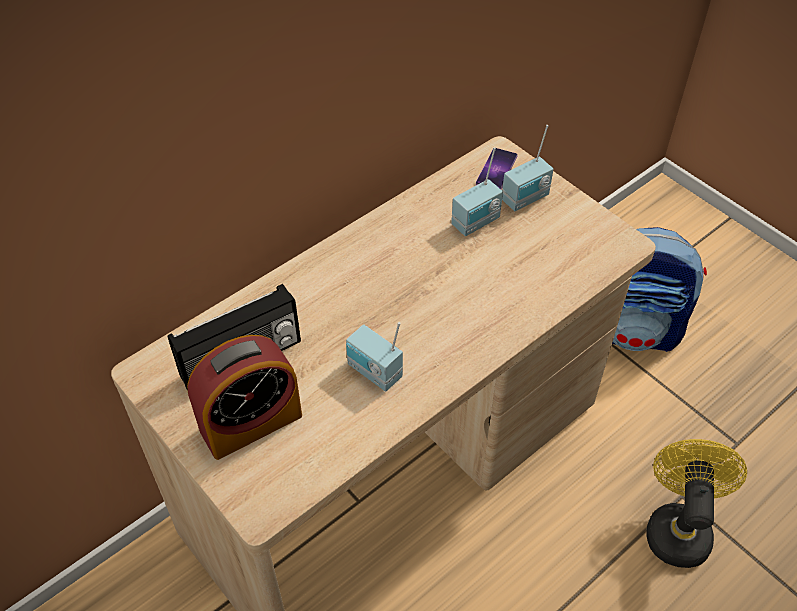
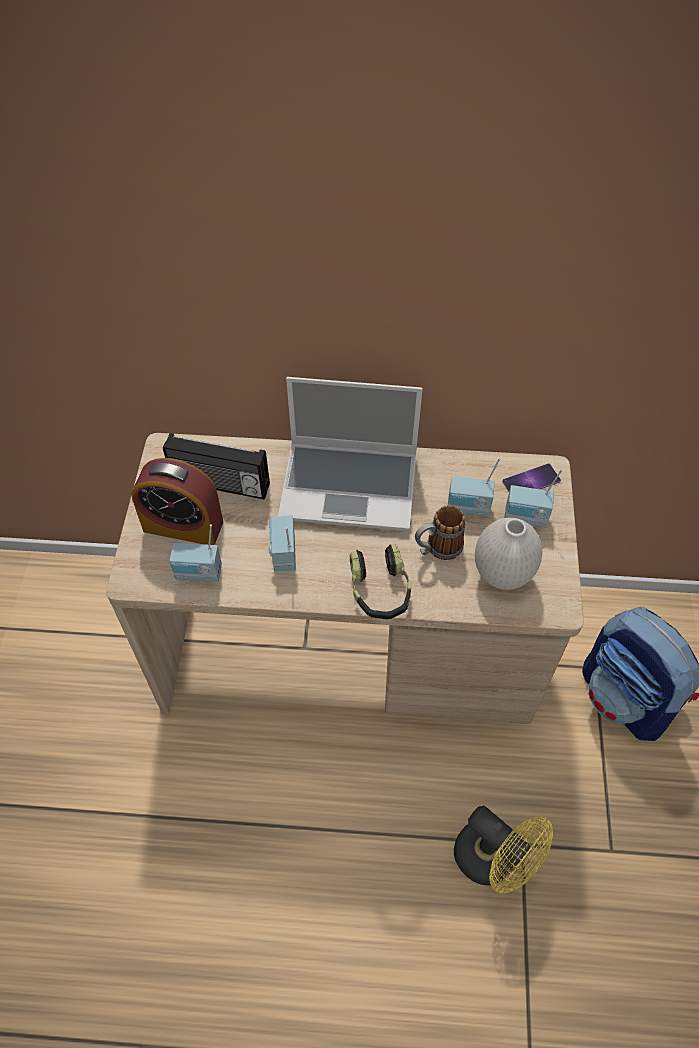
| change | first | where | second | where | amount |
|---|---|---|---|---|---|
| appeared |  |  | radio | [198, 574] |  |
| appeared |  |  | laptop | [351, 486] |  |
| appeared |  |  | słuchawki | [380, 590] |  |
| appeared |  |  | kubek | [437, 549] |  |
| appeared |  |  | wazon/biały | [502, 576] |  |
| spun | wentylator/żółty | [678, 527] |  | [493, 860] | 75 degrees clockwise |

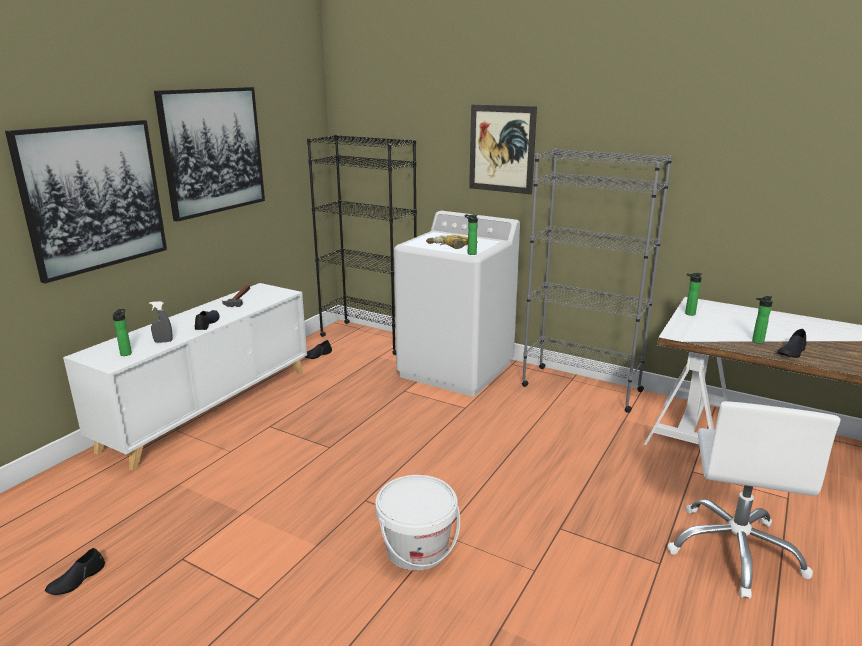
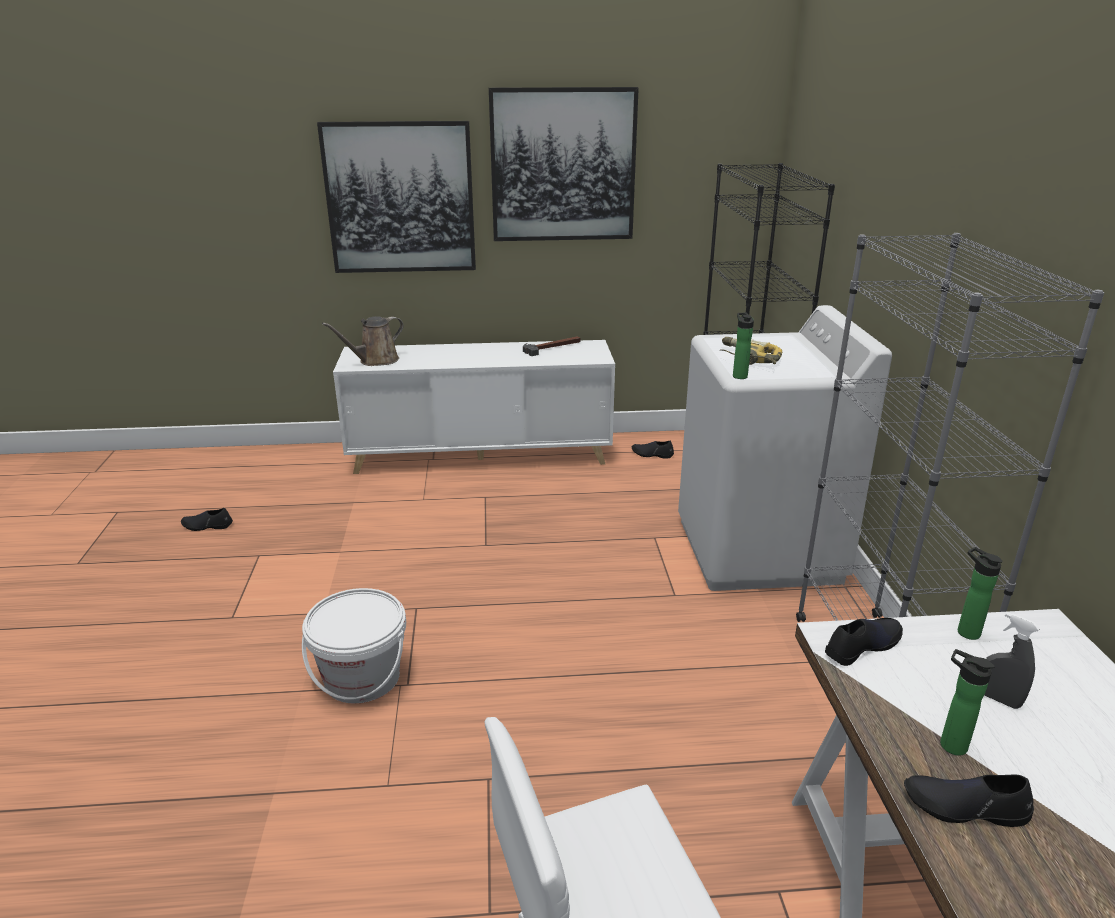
| change | first | where | second | where | amount |
|---|---|---|---|---|---|
| missing | obraz | [501, 149] |  |  |  |
| relocated | spryskiwacz/szary | [163, 341] |  | [999, 699] |  |
| relocated | but/czarny | [207, 323] |  | [862, 646] |  |
| exchanged | butelka | [126, 353] | konewka/brązowy | [375, 361] |  |

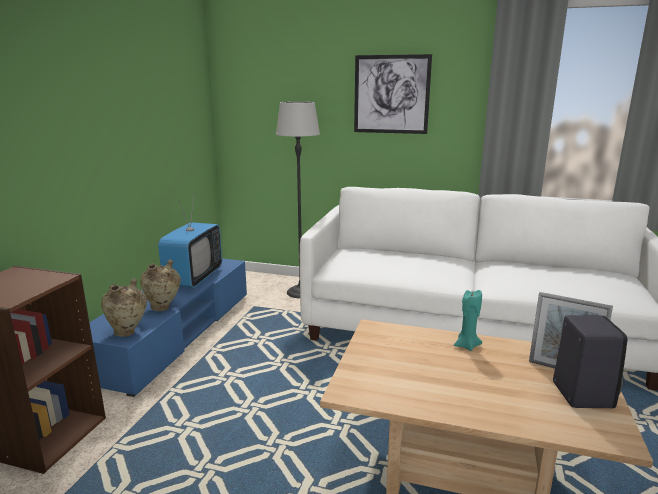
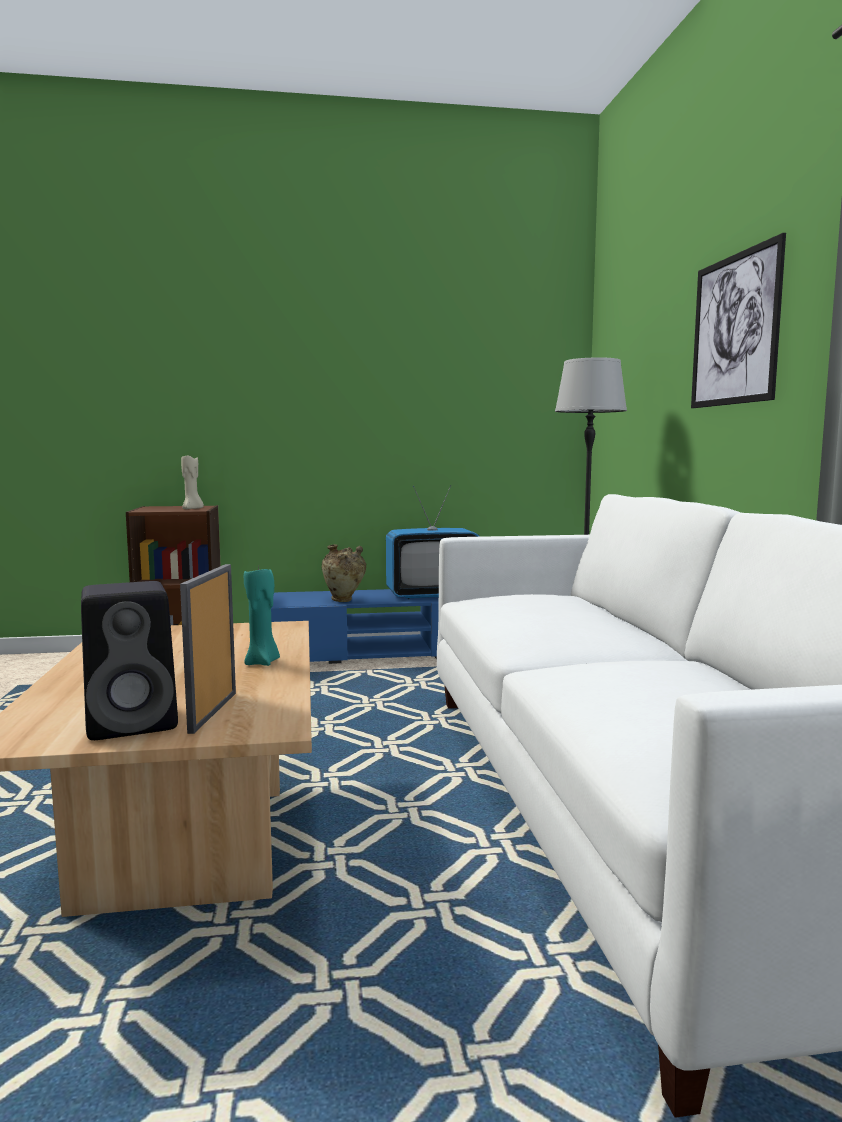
| change | first | where | second | where | amount |
|---|---|---|---|---|---|
| missing | wazon/beżowy | [128, 332] |  |  |  |
| appeared |  |  | świeca/beżowy | [192, 509] |  |

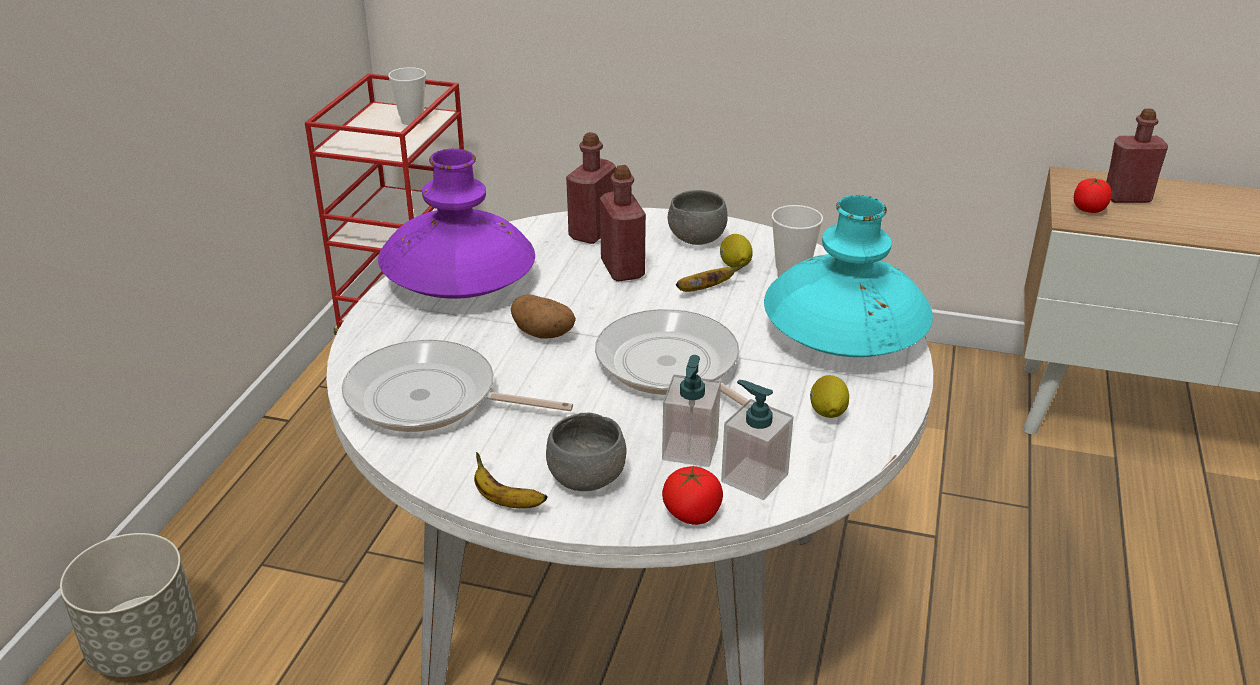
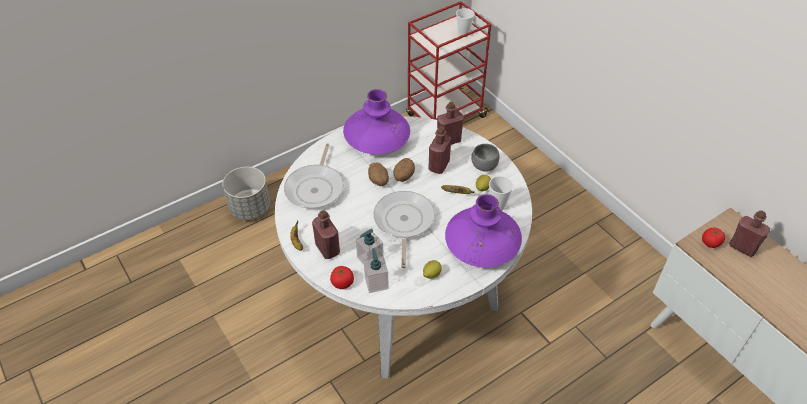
| change | first | where | second | where | amount |
|---|---|---|---|---|---|
| appeared |  |  | ziemniak | [403, 176] |  |
| exchanged | miska/szary | [587, 478] | butelka/czerwony | [327, 249] |  |
| colour | wazon/turkusowy | [844, 334] | wazon/fioletowy | [482, 245] |  |
| spun | patelnia | [430, 399] |  | [316, 188] | 135 degrees counterclockwise |

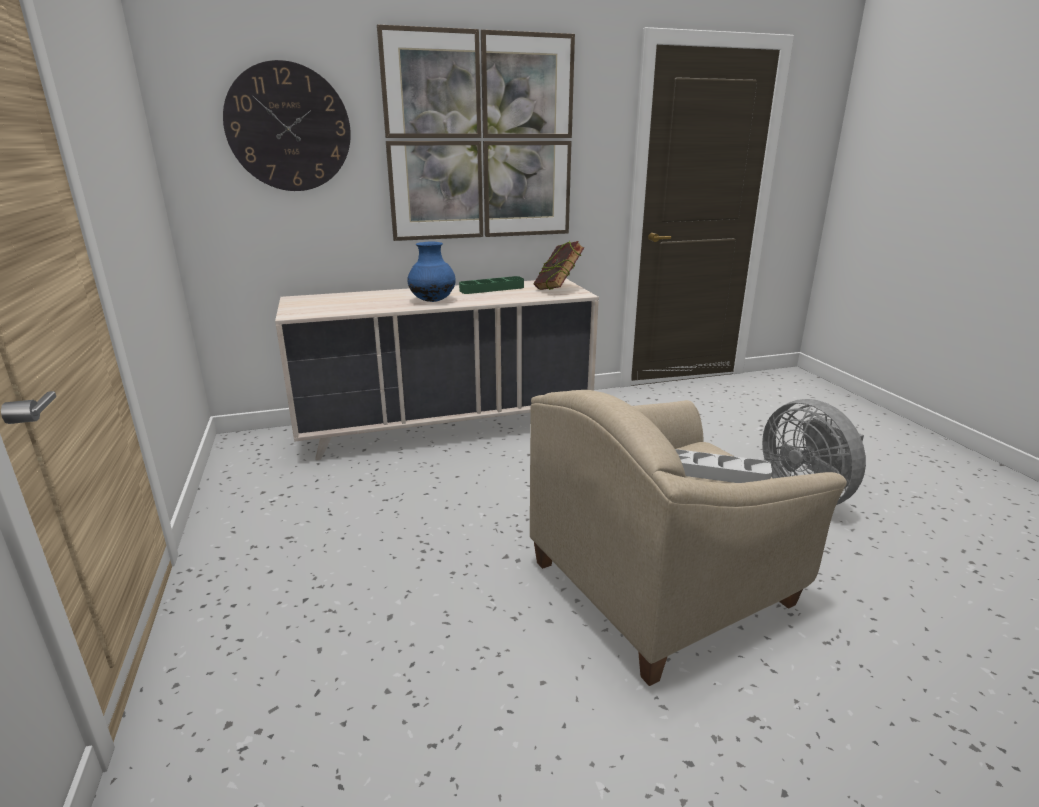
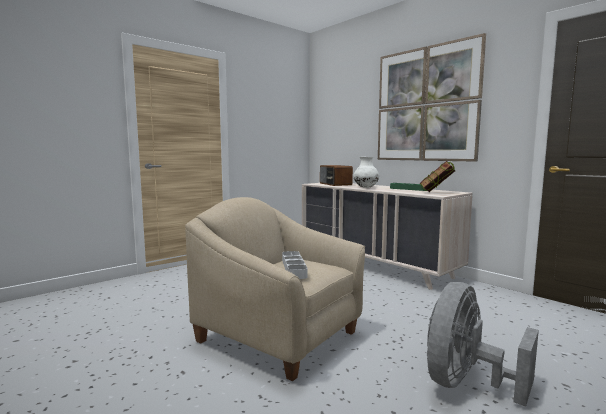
| change | first | where | second | where | amount |
|---|---|---|---|---|---|
| missing | zegar ścienny | [288, 128] |  |  |  |
| appeared |  |  | radio | [335, 184] |  |
| colour | wazon/niebieski | [432, 301] | wazon/biały | [366, 187] |  |

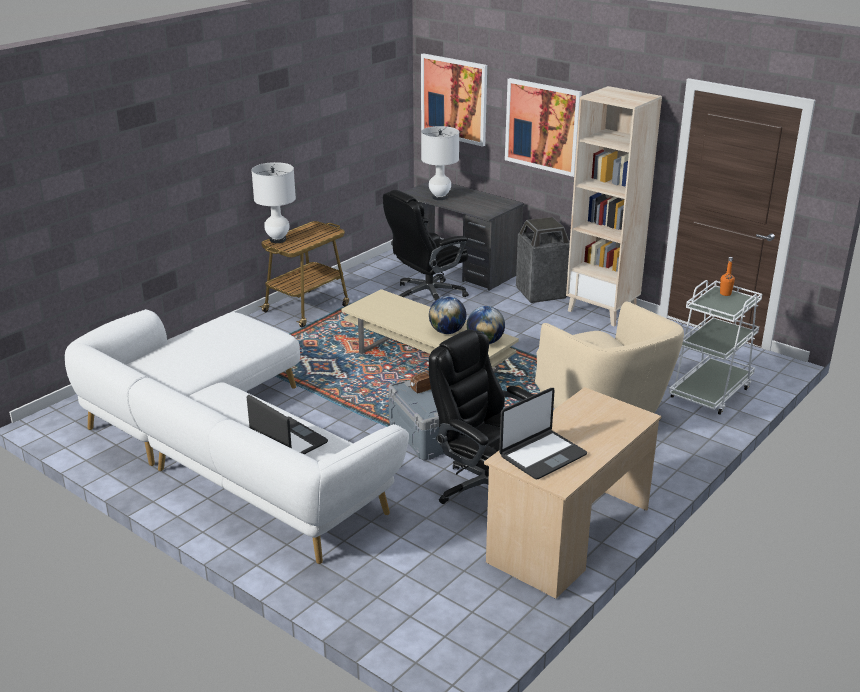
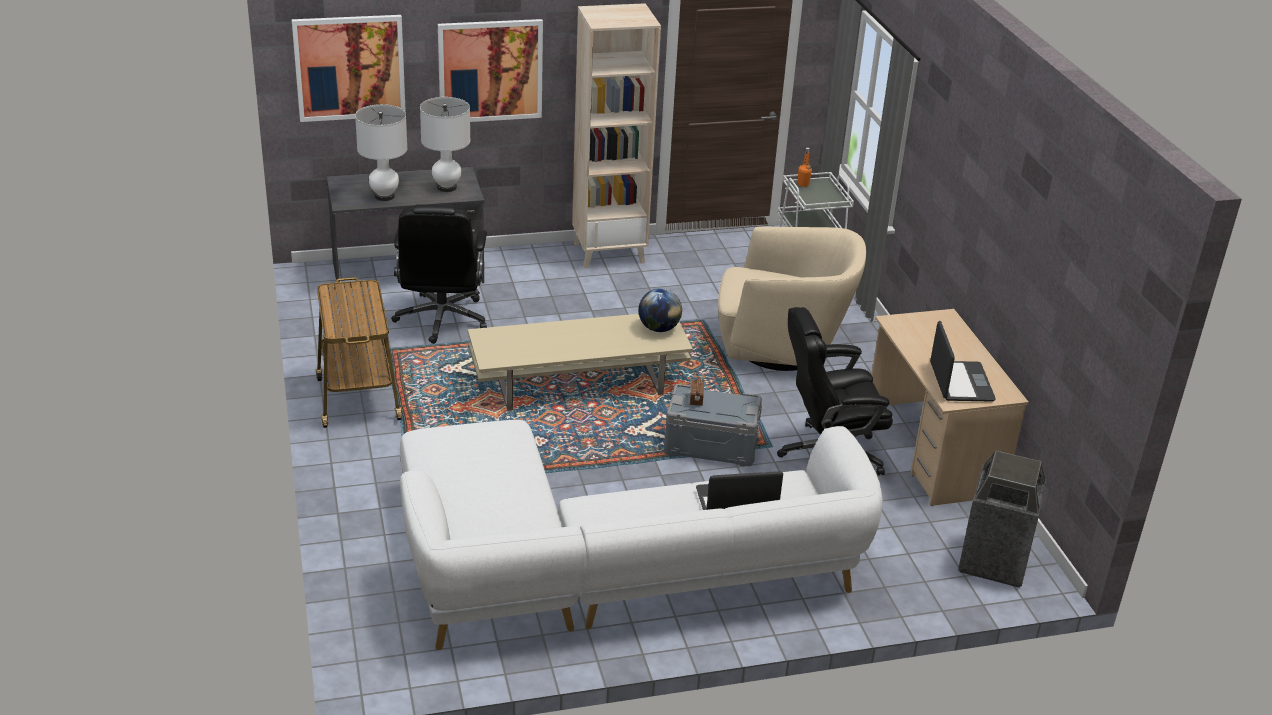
| change | first | where | second | where | amount |
|---|---|---|---|---|---|
| missing | globus | [447, 332] |  |  |  |
| relocated | lampa stołowa/biały | [278, 240] |  | [447, 187] |  |
| relocated | kosz na śmieci | [541, 293] |  | [994, 562] |  |

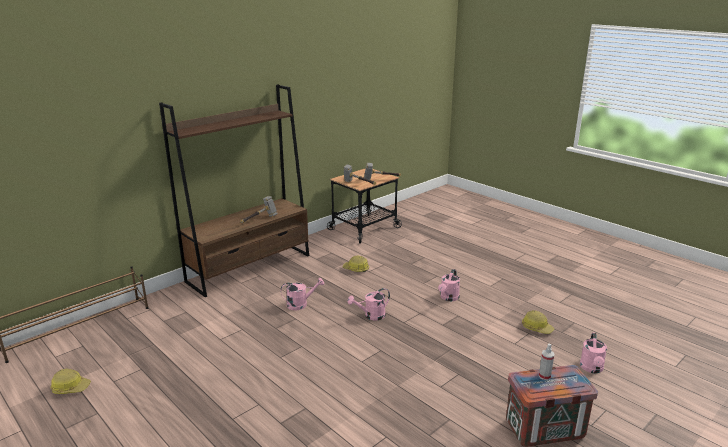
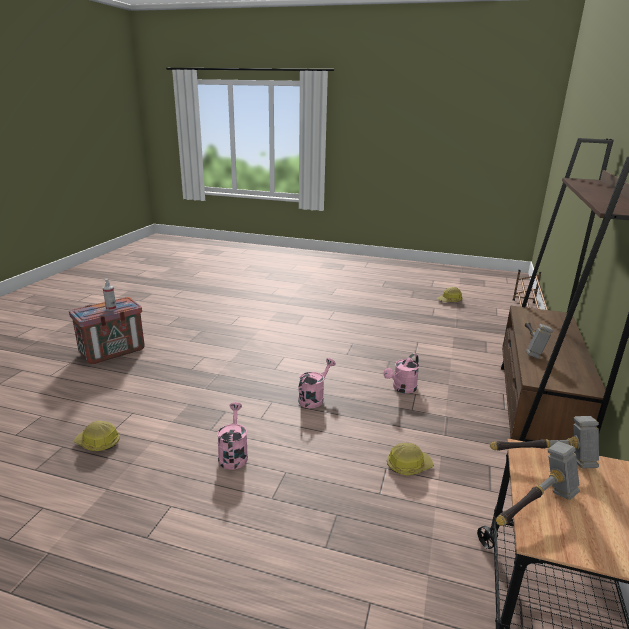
| change | first | where | second | where | amount |
|---|---|---|---|---|---|
| missing | konewka/różowy | [592, 369] |  |  |  |

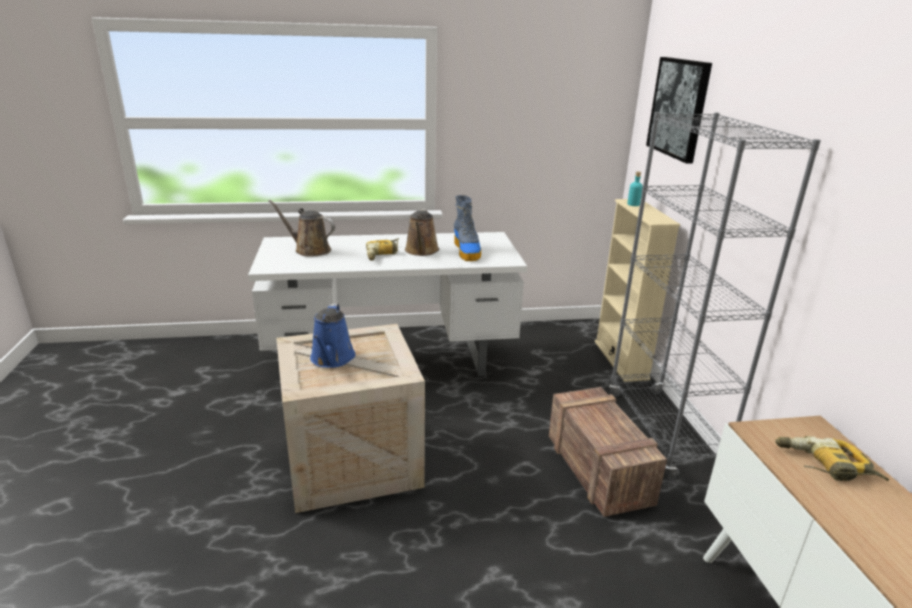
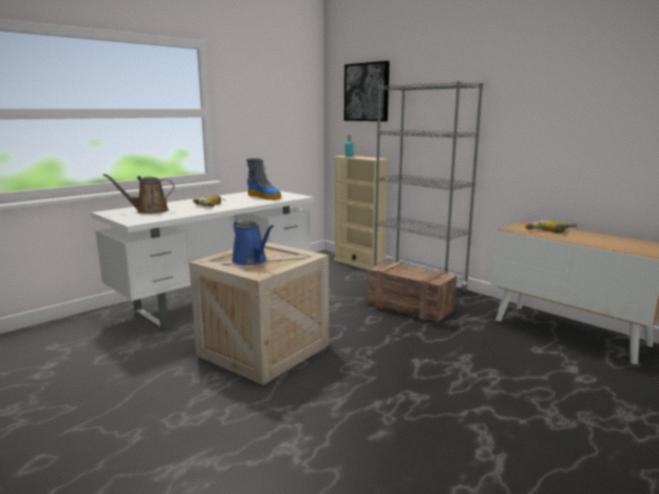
| change | first | where | second | where | amount |
|---|---|---|---|---|---|
| missing | konewka/brązowy | [421, 251] |  |  |  |

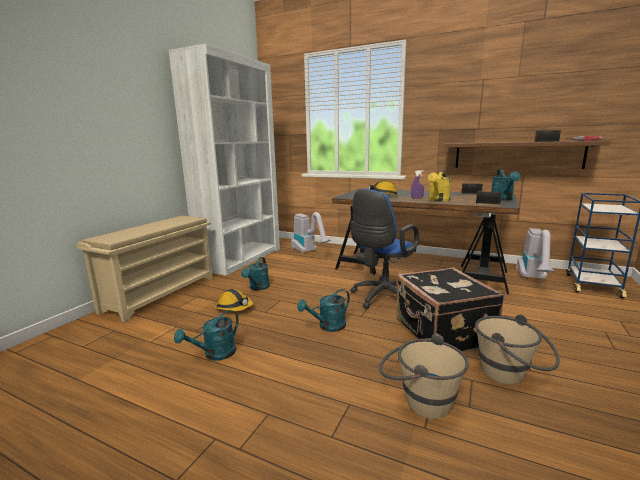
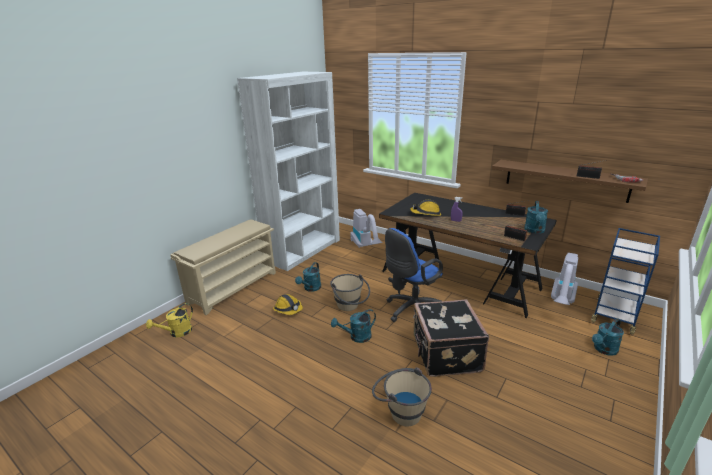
| change | first | where | second | where | amount |
|---|---|---|---|---|---|
| relocated | konewka/turkusowy | [215, 355] |  | [603, 350] |  |
| relocated | konewka/żółty | [438, 200] |  | [177, 333] |  |
| relocated | wiadro/beżowy | [511, 376] |  | [350, 307] |  |

